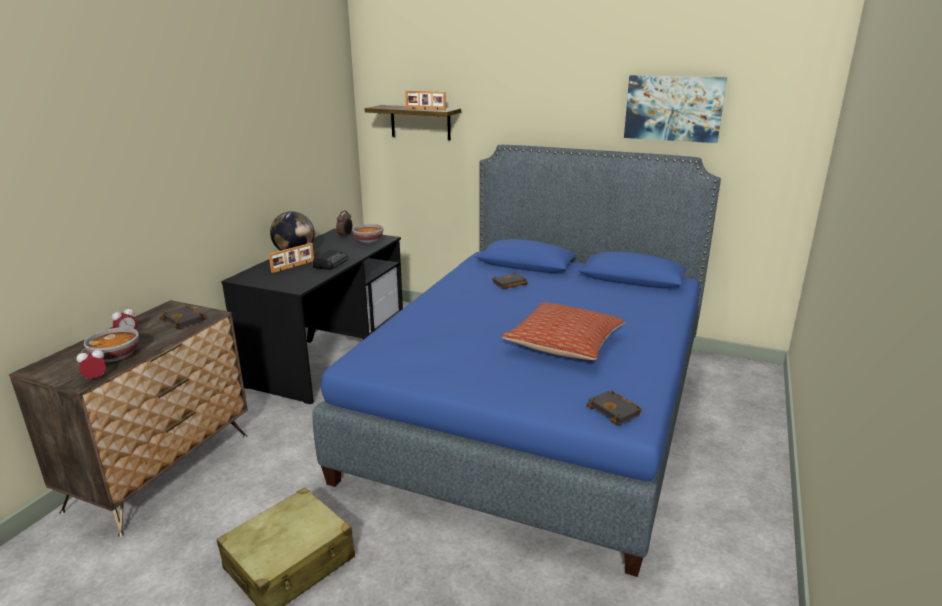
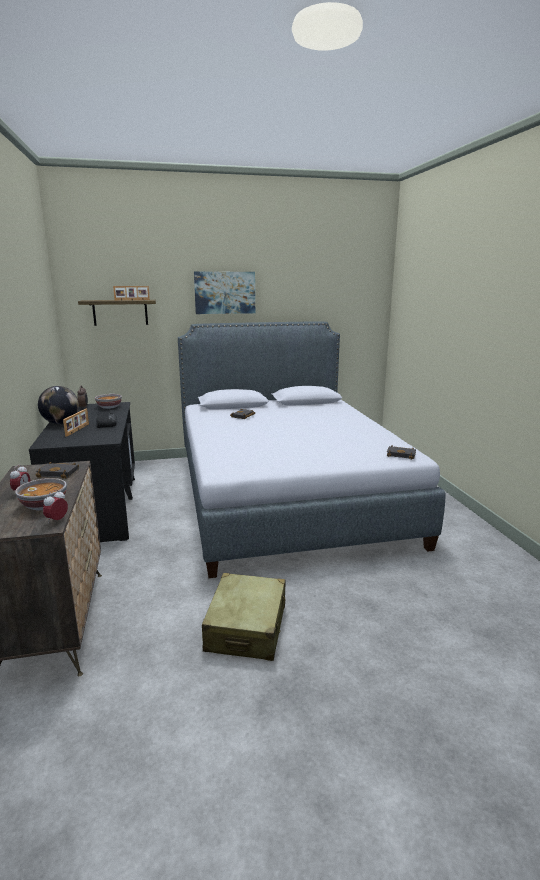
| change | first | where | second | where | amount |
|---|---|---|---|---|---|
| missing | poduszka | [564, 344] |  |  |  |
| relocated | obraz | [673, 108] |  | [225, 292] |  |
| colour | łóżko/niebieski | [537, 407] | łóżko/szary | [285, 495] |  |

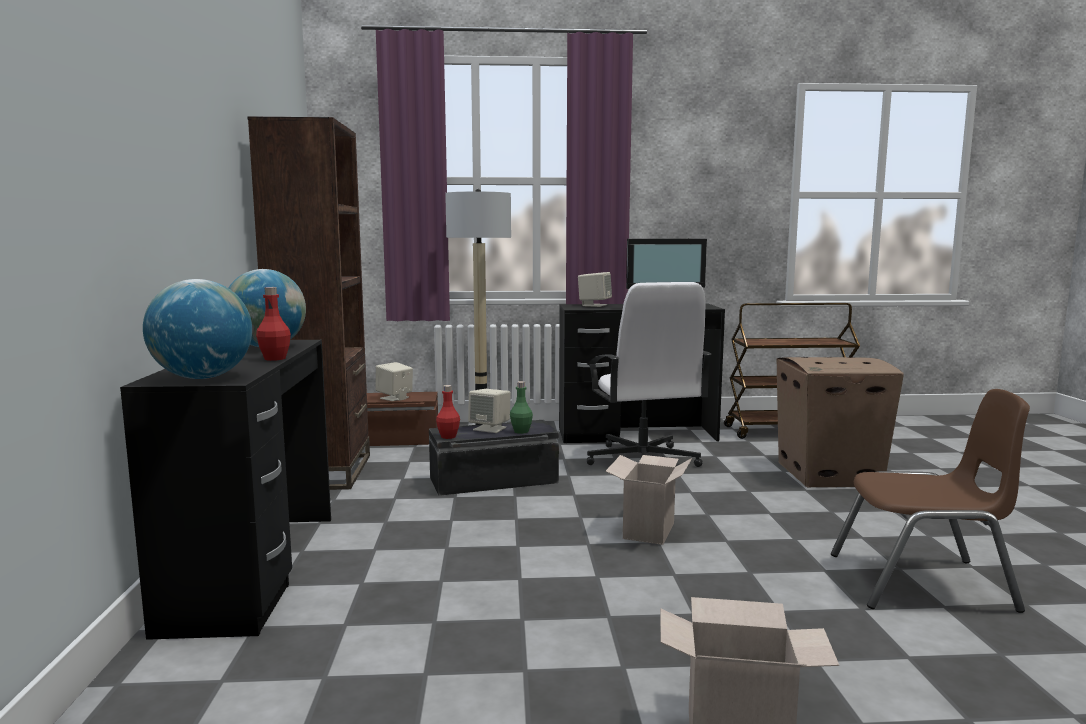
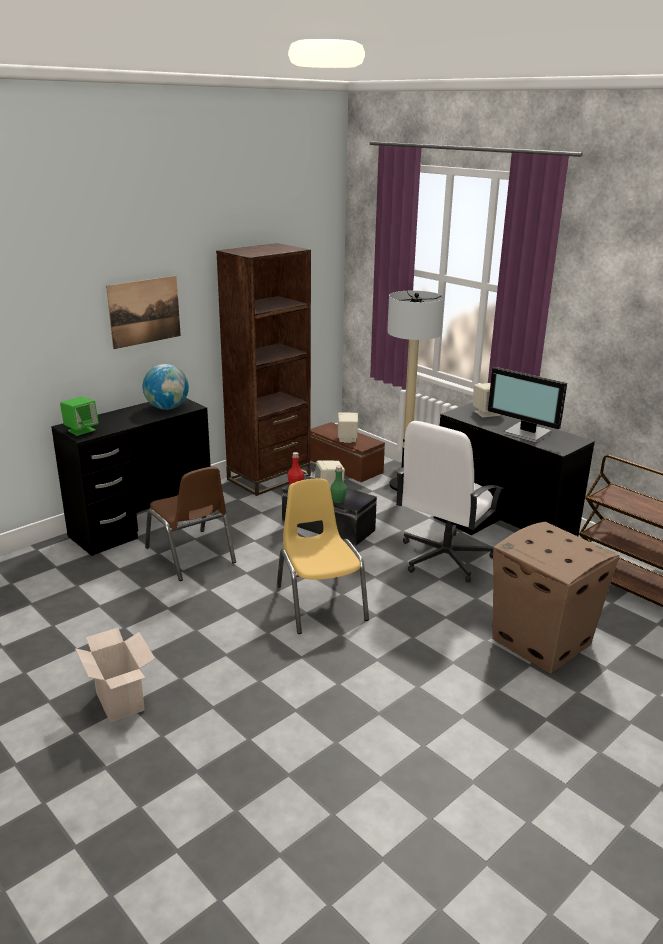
| change | first | where | second | where | amount |
|---|---|---|---|---|---|
| missing | butelka/czerwony | [275, 358] |  |  |  |
| appeared |  |  | obraz | [144, 311] |  |
| relocated | krzesło/brązowy | [922, 583] |  | [190, 555] |  |
| exchanged | globus | [202, 378] | głośnik/zielony | [81, 430] |  |
| exchanged | karton | [647, 530] | krzesło/żółty | [320, 603] |  |

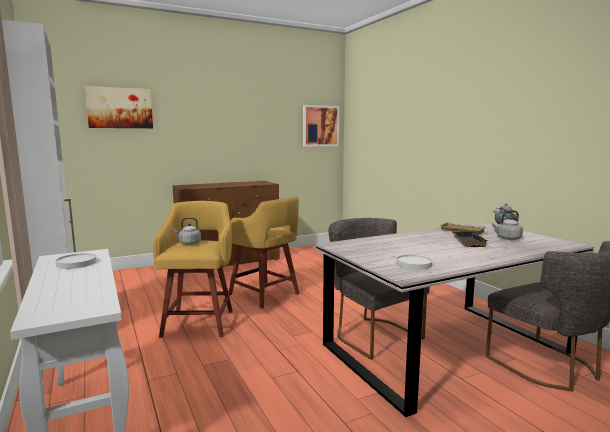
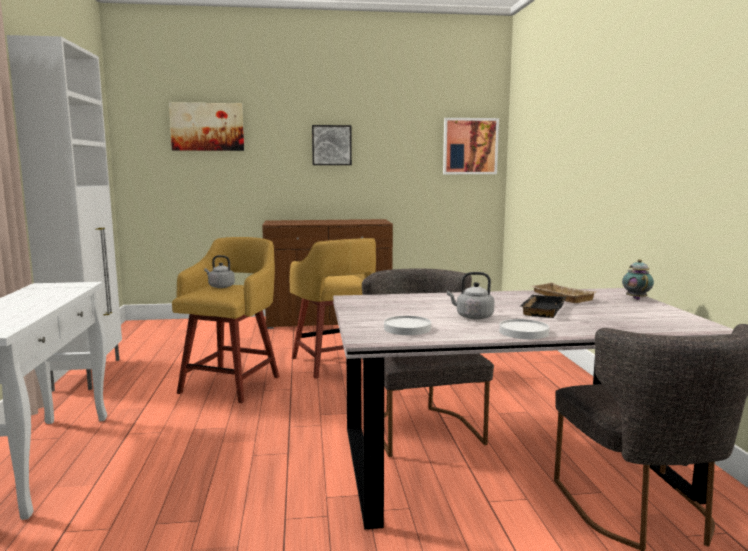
| change | first | where | second | where | amount |
|---|---|---|---|---|---|
| appeared |  |  | obraz | [331, 145] |  |
| relocated | talerz/biały | [77, 263] |  | [524, 332] |  |
| relocated | czajnik/szary | [507, 238] |  | [472, 317] |  |

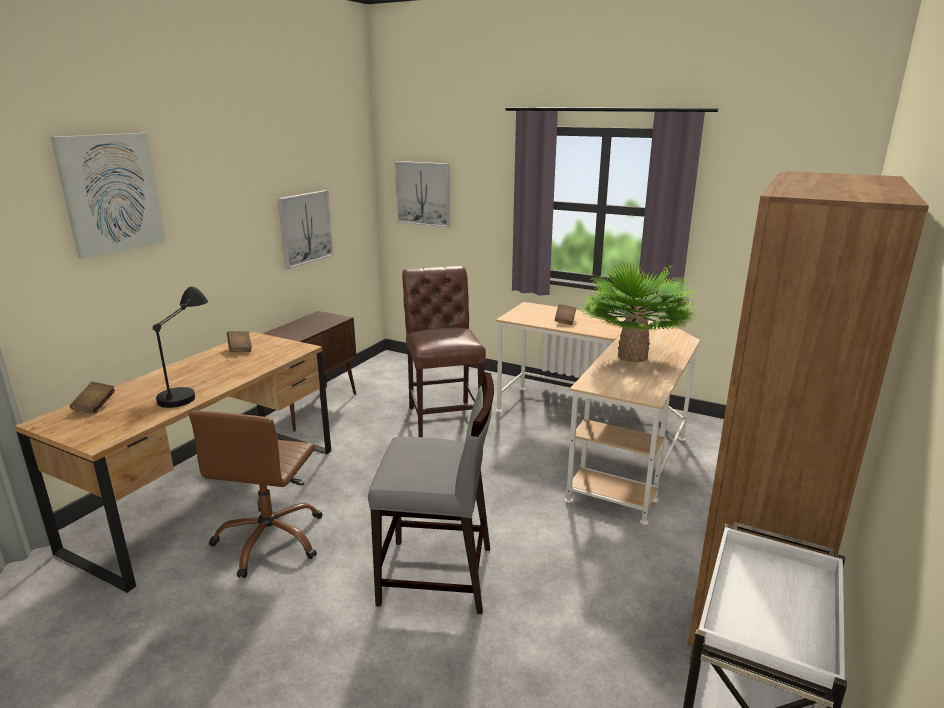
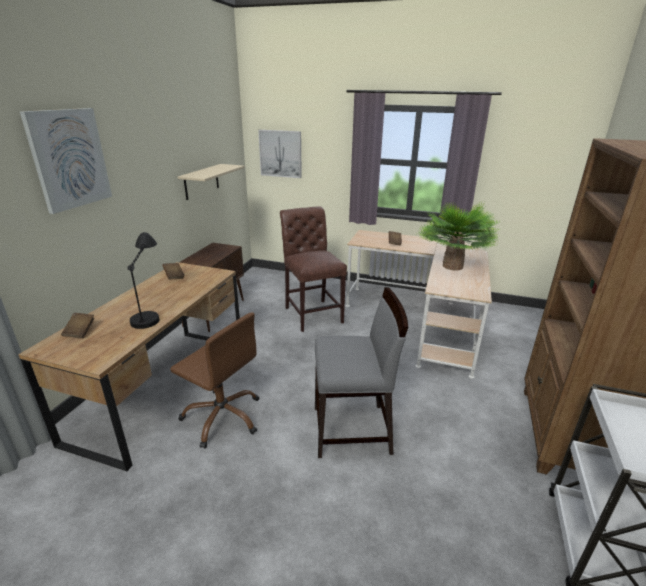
| change | first | where | second | where | amount |
|---|---|---|---|---|---|
| exchanged | obraz | [305, 228] | półka/beżowy | [201, 181] |  |
| spun | krzesło biurowe/brązowy | [270, 540] |  | [223, 416] | 60 degrees counterclockwise |

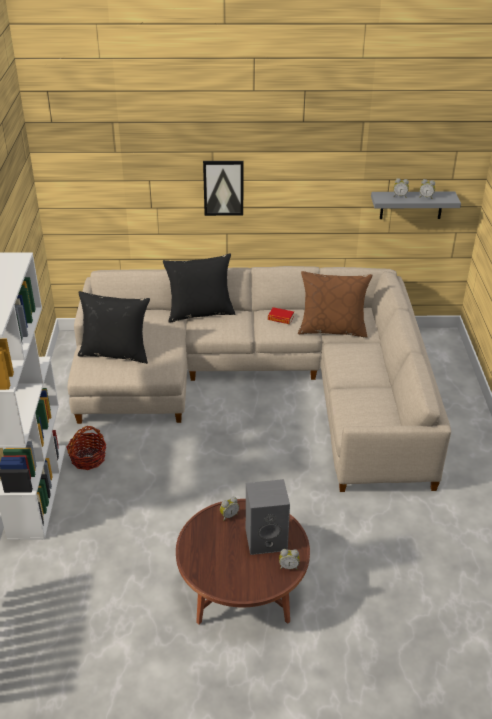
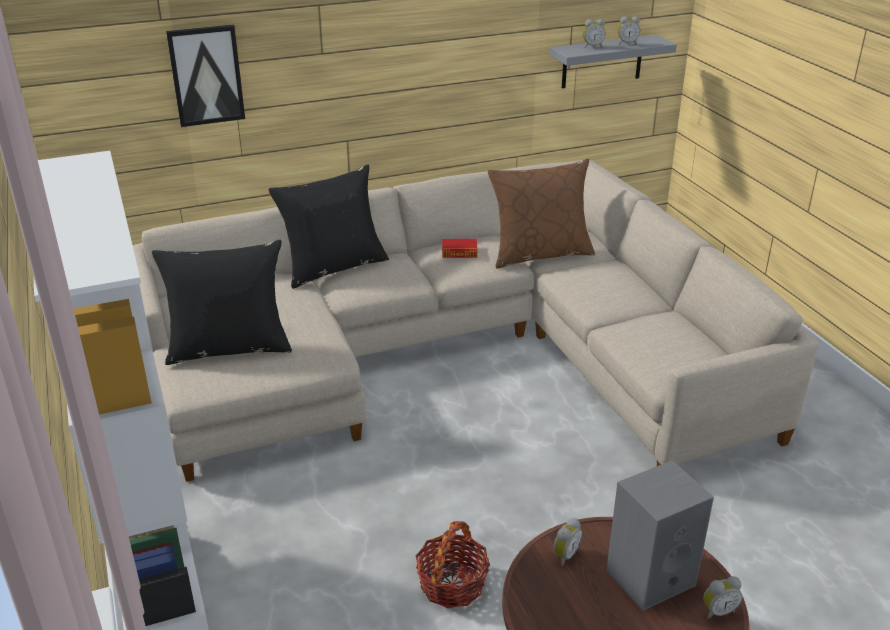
| change | first | where | second | where | amount |
|---|---|---|---|---|---|
| relocated | koszyk | [88, 458] |  | [452, 584] |  |
| relocated | obraz | [223, 187] |  | [206, 75] |  |

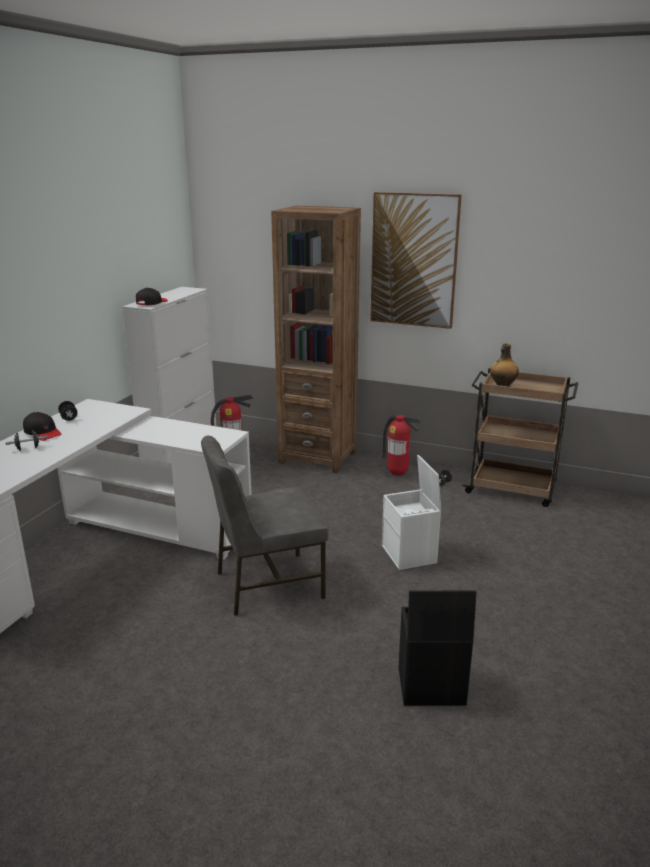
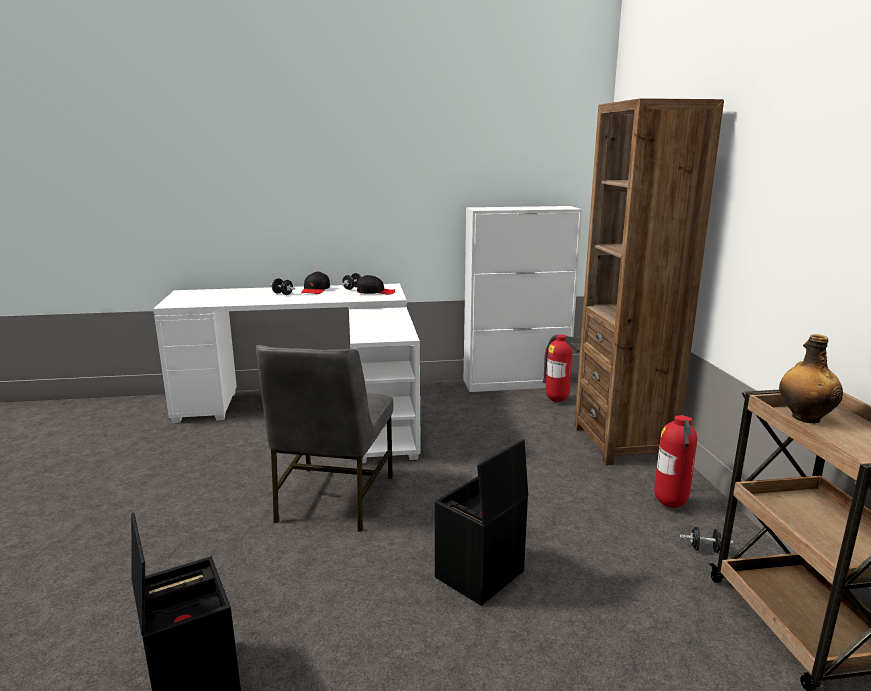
| change | first | where | second | where | amount |
|---|---|---|---|---|---|
| missing | obraz | [414, 260] |  |  |  |
| relocated | czapka z daszkiem/czarny | [151, 303] |  | [375, 292] |  |
| colour | pojemnik do przechowywania/biały | [410, 554] | pojemnik do przechowywania/czarny | [479, 575] |  |
| spun | krzesło/szary | [267, 584] |  | [333, 499] | 120 degrees counterclockwise |

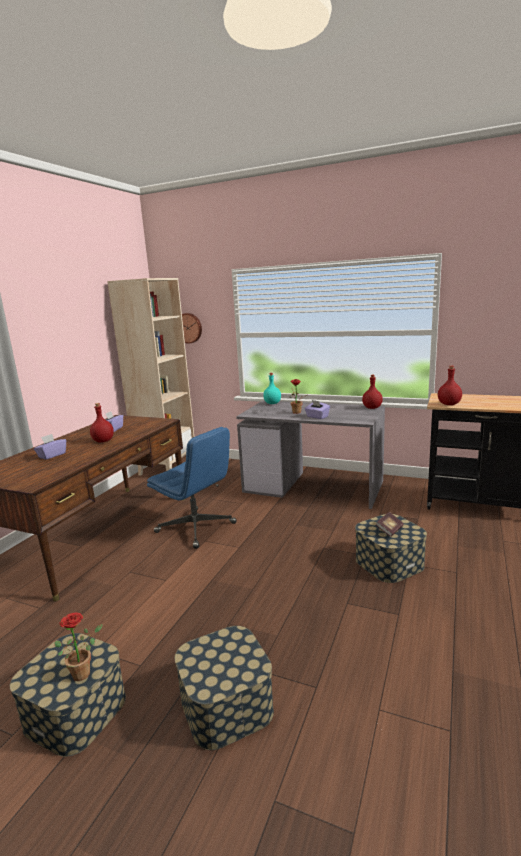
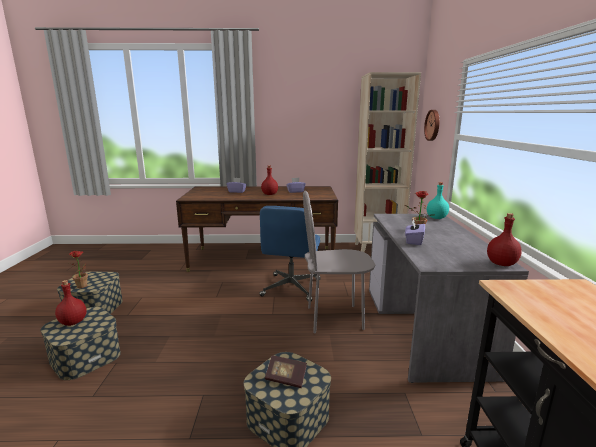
| change | first | where | second | where | amount |
|---|---|---|---|---|---|
| appeared |  |  | krzesło/szary | [334, 318] |  |
| relocated | butelka/czerwony | [448, 404] |  | [73, 322] |  |

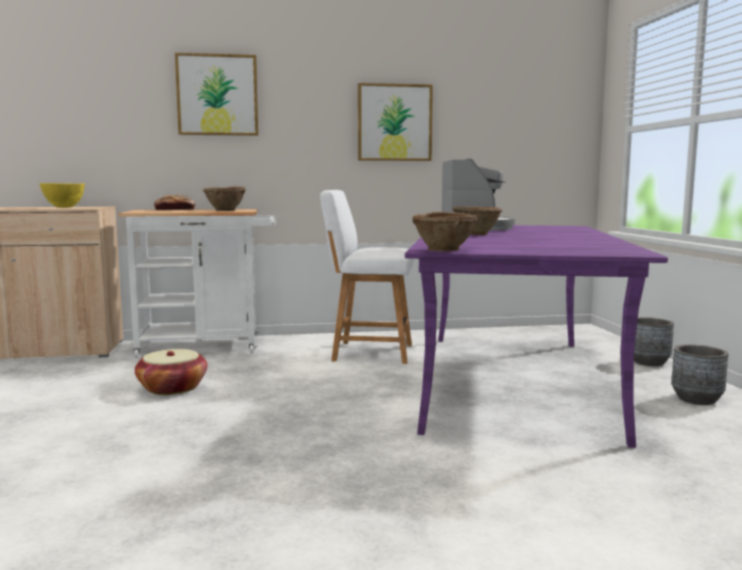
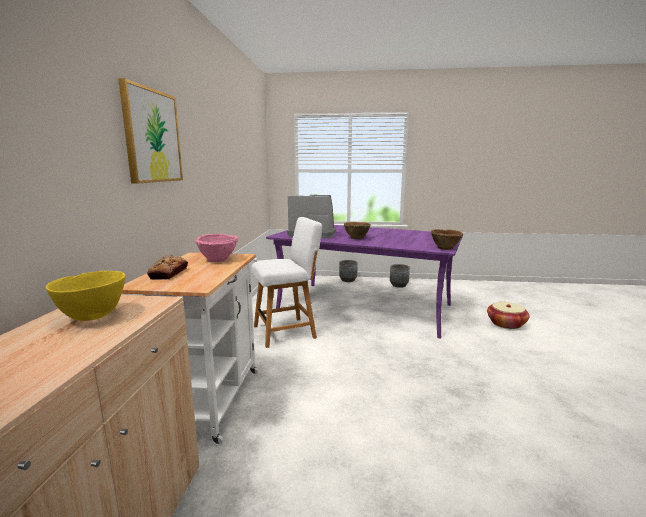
| change | first | where | second | where | amount |
|---|---|---|---|---|---|
| missing | obraz | [394, 123] |  |  |  |
| relocated | koszyk | [172, 388] |  | [506, 324] |  |
| colour | miska/brązowy | [225, 210] | miska/różowy | [218, 260] |  |
| spun | krzesło/biały | [368, 352] |  | [287, 331] | 135 degrees counterclockwise |

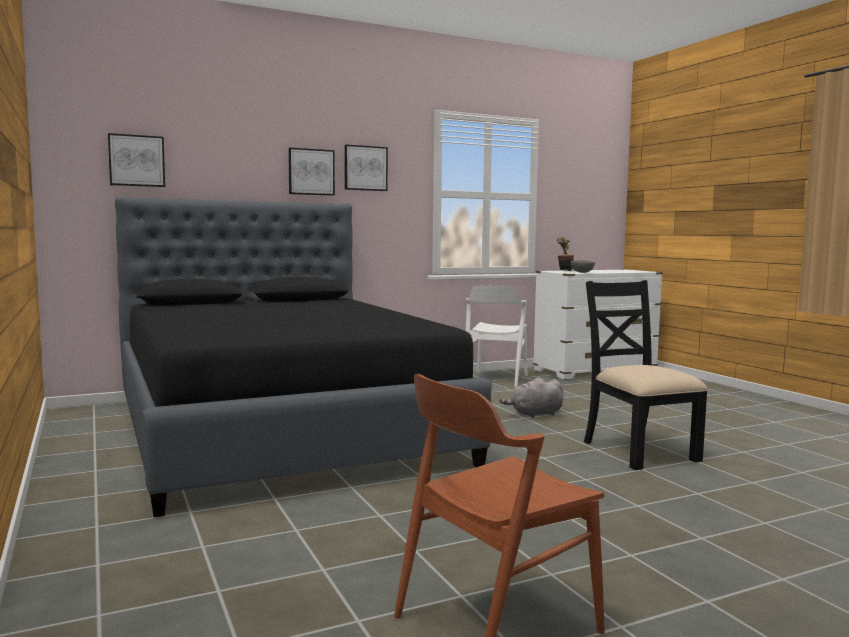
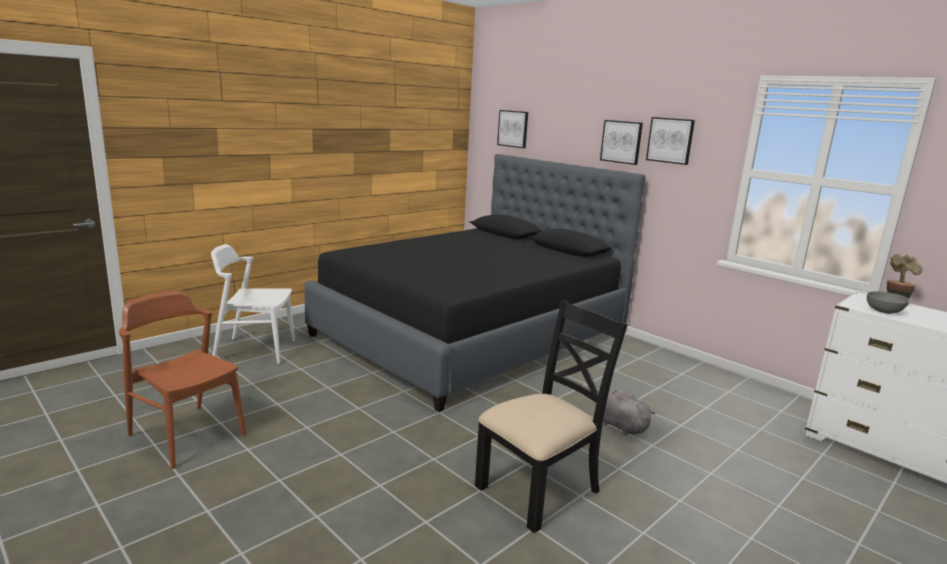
| change | first | where | second | where | amount |
|---|---|---|---|---|---|
| relocated | krzesło/biały | [496, 379] |  | [254, 350] |  |

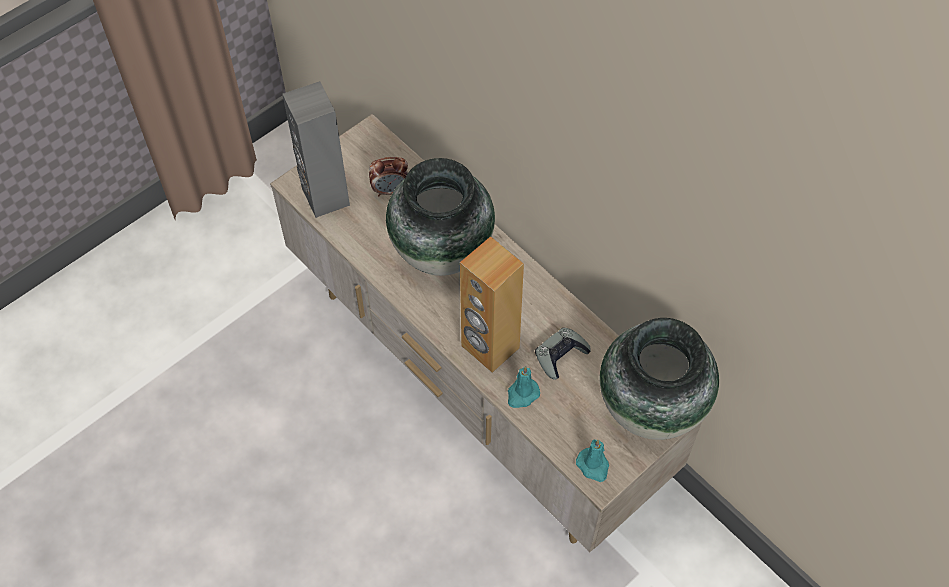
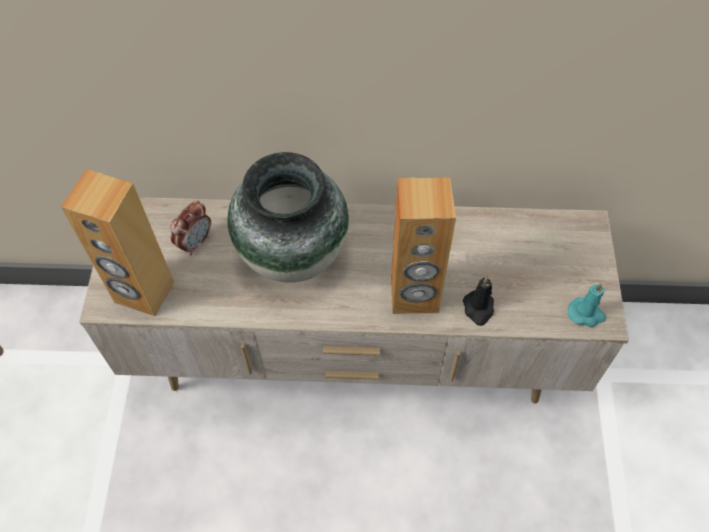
| change | first | where | second | where | amount |
|---|---|---|---|---|---|
| missing | pad do gier/szary | [560, 355] |  |  |  |
| missing | wazon | [649, 408] |  |  |  |
| colour | głośnik/szary | [325, 197] | głośnik/brązowy | [144, 293] |  |
| colour | świeca/turkusowy | [522, 394] | świeca/czarny | [478, 309] |  |

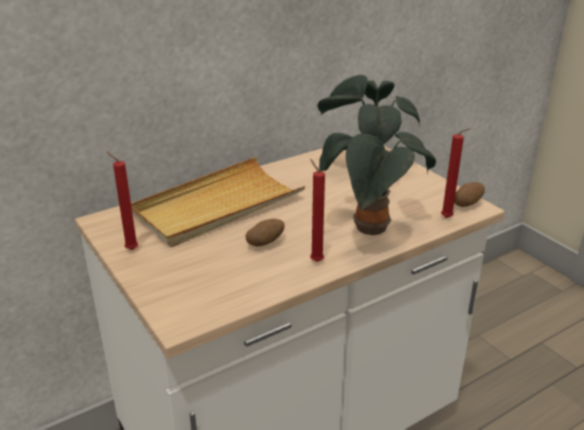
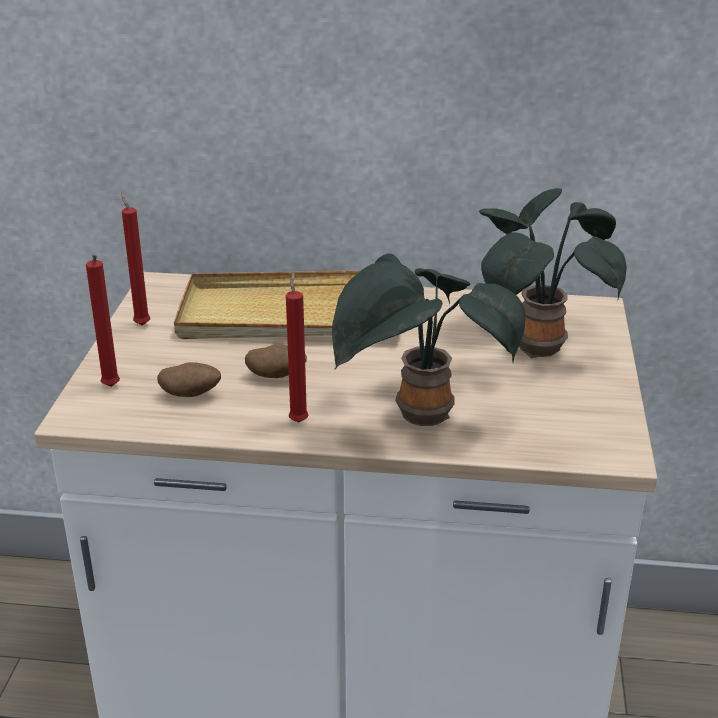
| change | first | where | second | where | amount |
|---|---|---|---|---|---|
| relocated | świeca/czerwony | [448, 218] |  | [111, 388] |  |
| relocated | ziemniak | [466, 204] |  | [191, 395] |  |

